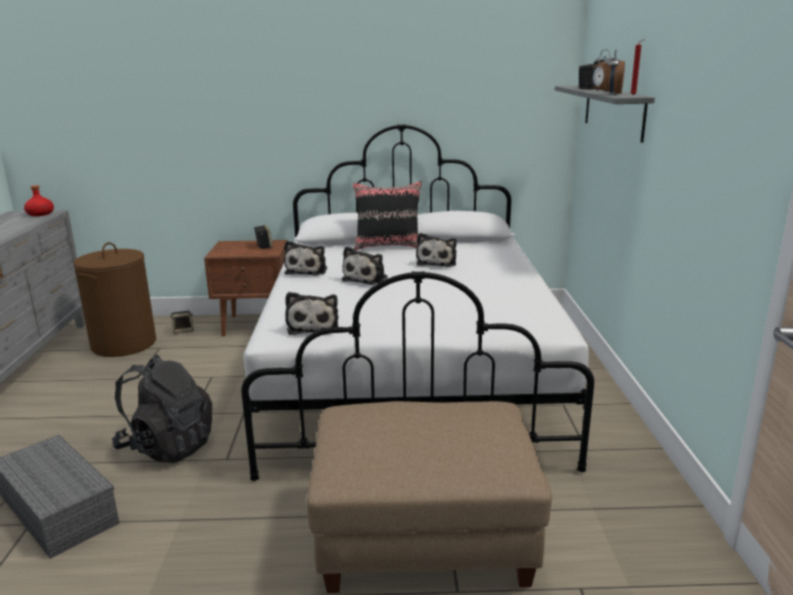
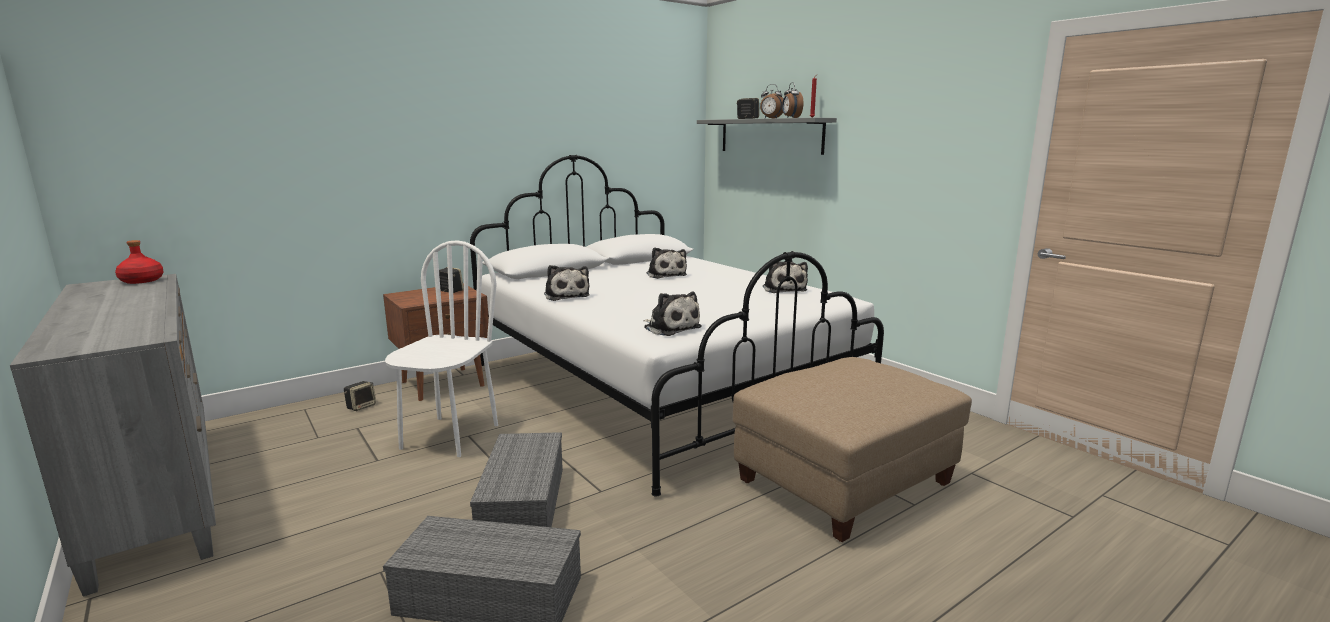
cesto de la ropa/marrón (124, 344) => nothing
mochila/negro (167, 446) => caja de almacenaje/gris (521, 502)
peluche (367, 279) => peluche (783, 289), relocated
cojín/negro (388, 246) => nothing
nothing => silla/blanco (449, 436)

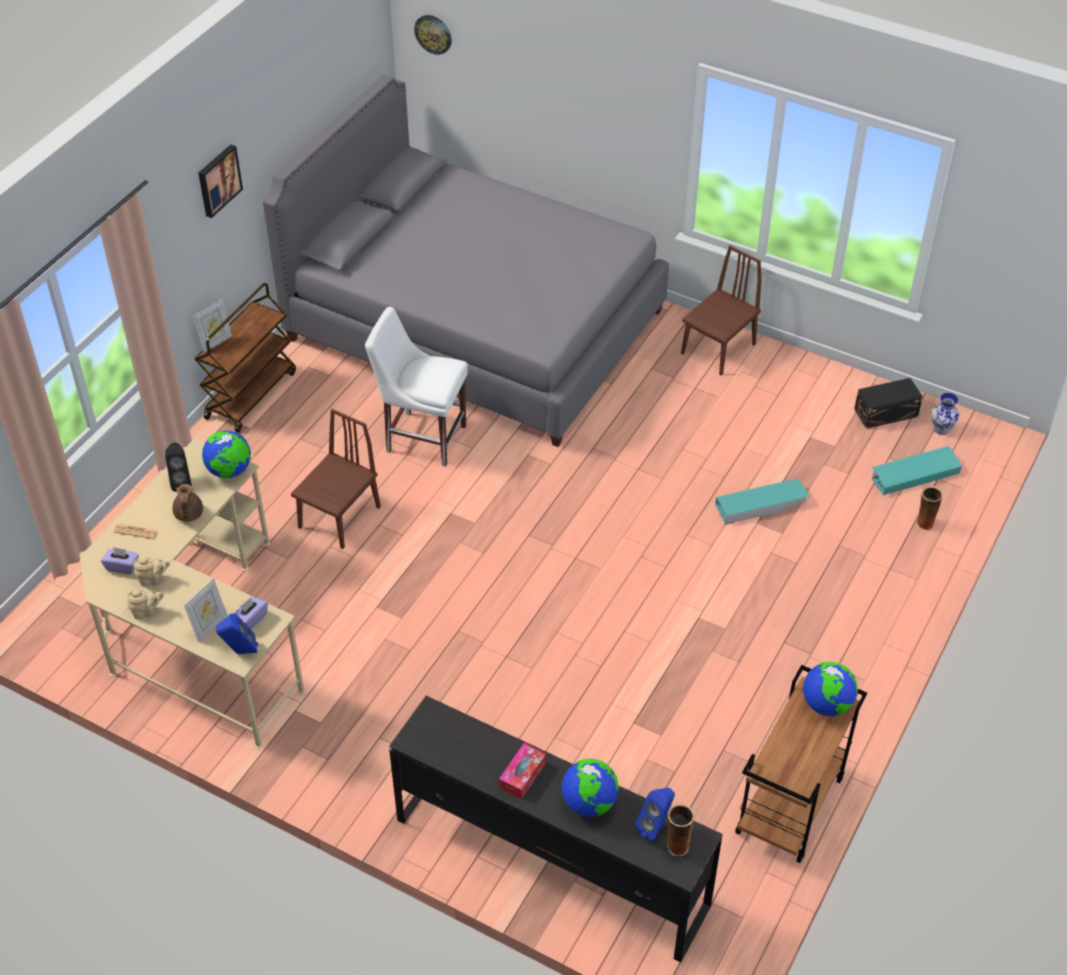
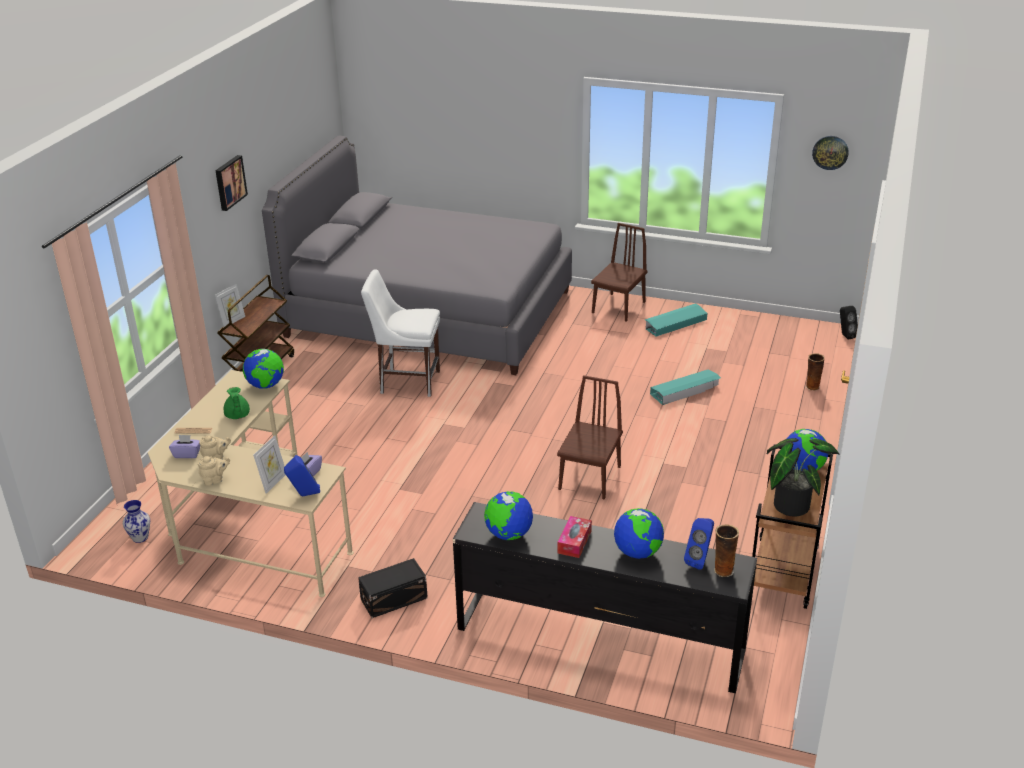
altavoz/negro (181, 482) => altavoz/negro (845, 335), relocated
tetera/marrón (188, 515) => tetera/verde (237, 415)
silla/marrón (339, 517) => silla/marrón (590, 478), relocated
reloj de pared (433, 34) => reloj de pared (830, 152), relocated
caja de almacenaje/negro (887, 413) => caja de almacenaje/negro (395, 599), relocated
caja de almacenaje/turquesa (914, 474) => caja de almacenaje/turquesa (675, 324), relocated
florero (941, 429) => florero (140, 537), relocated
nothing => globo terráqueo (508, 534)
nothing => planta en maceta (791, 503)

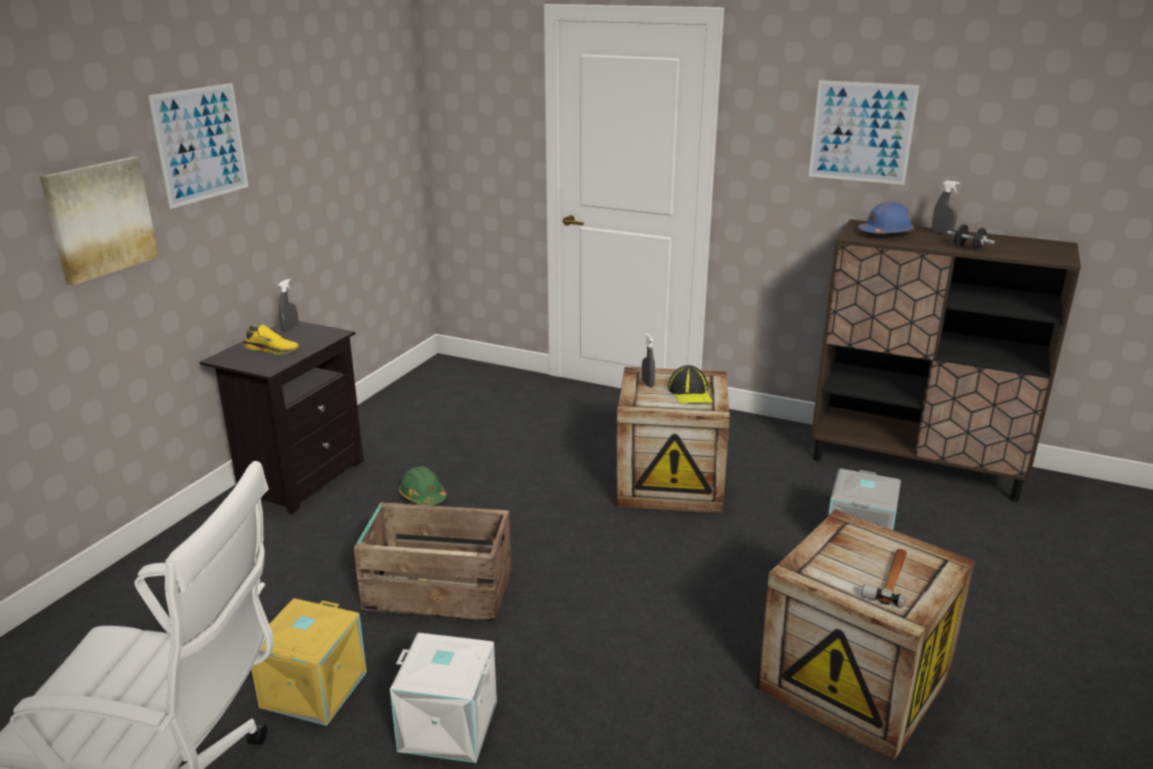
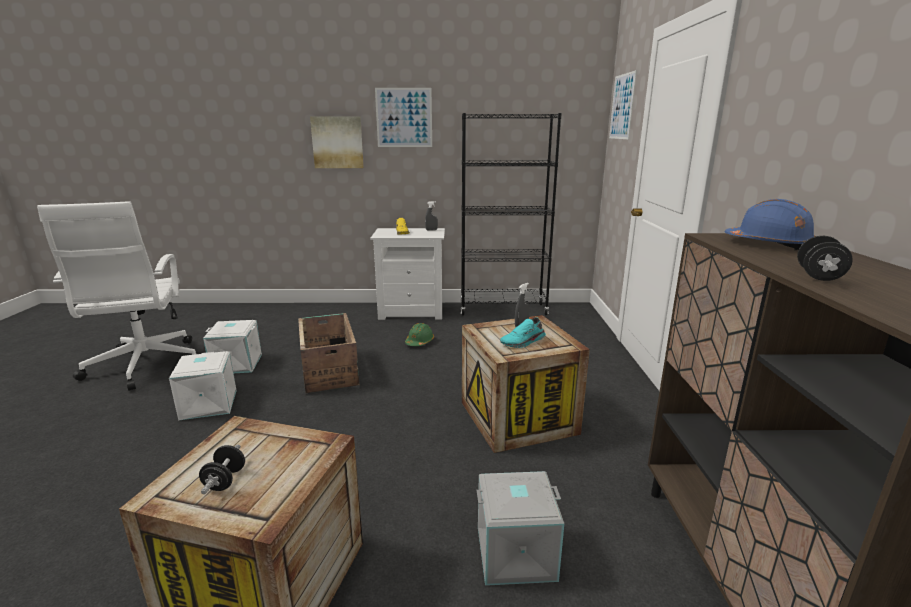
mesita de noche/negro (299, 477) => mesita de noche/blanco (412, 311)
caja de almacenaje/amarillo (312, 688) => caja de almacenaje/blanco (237, 364)
gorra (690, 393) => zapato/turquesa (523, 342)
cuadro (861, 132) => cuadro (622, 106), relocated
martillo (890, 578) => mancuerna/negro (225, 480)
pulverizador/gris (941, 233) => nothing
nothing => estantería/negro (503, 310)

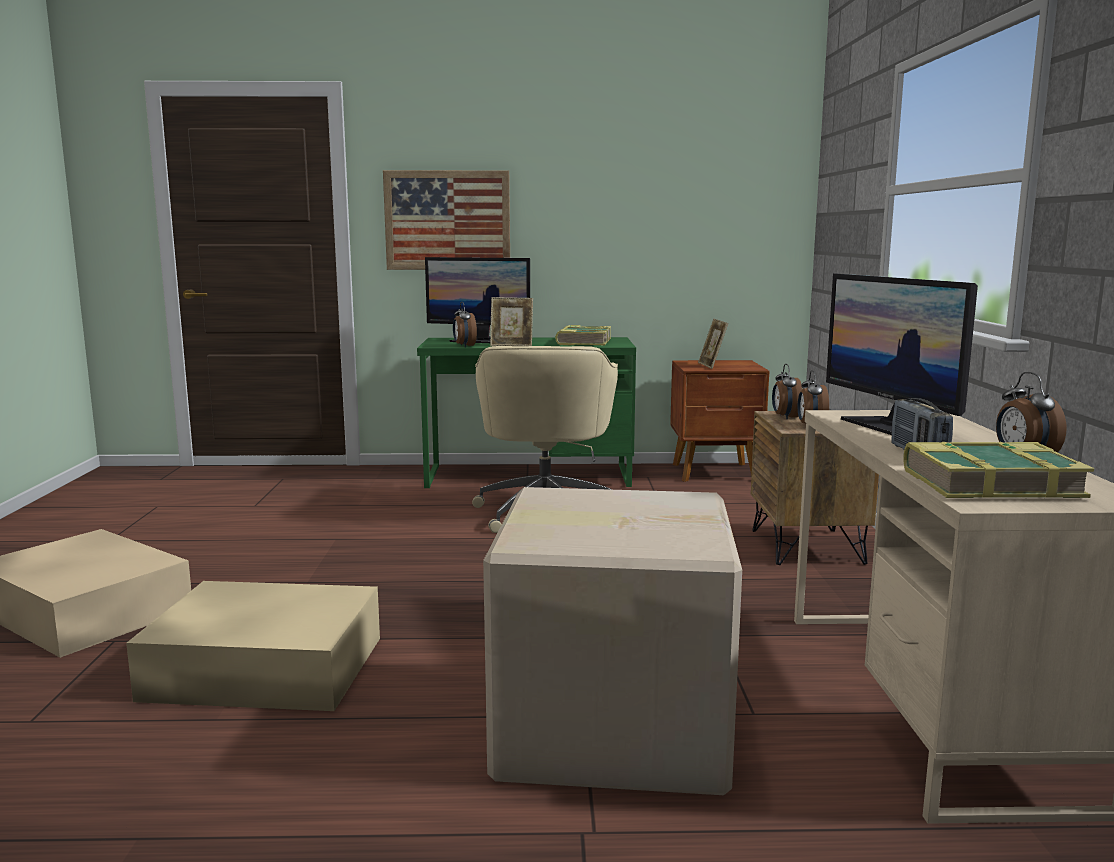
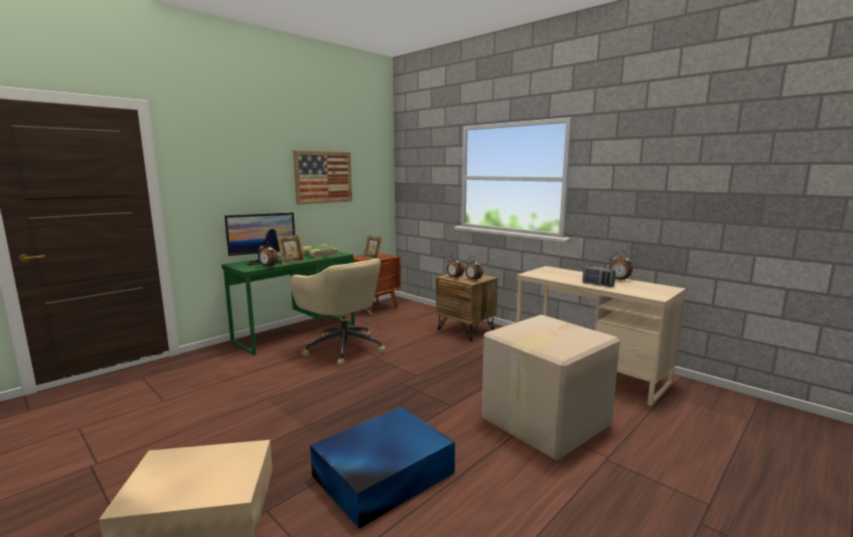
caja de almacenaje/beis (262, 667) => caja de almacenaje/azul (381, 474)
cuadro (447, 220) => cuadro (323, 177), relocated
monitor (891, 427) => nothing
libro (989, 483) => nothing

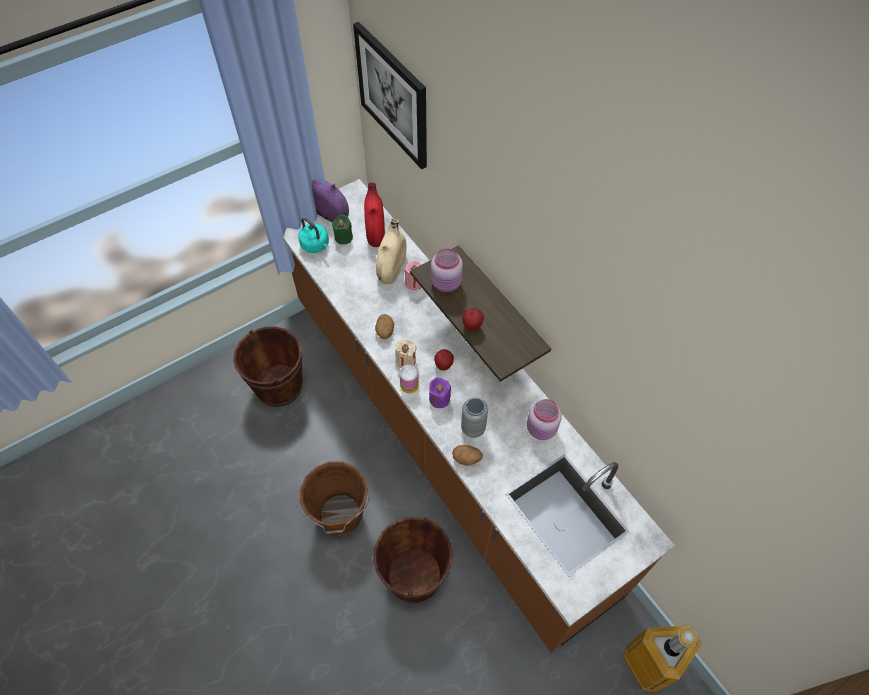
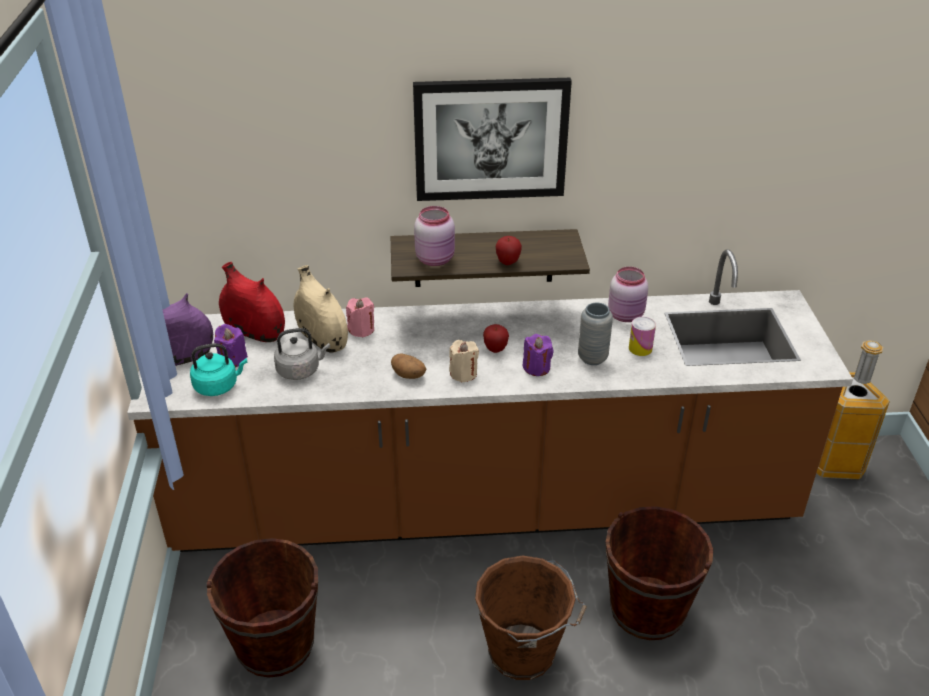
vela/verde (343, 237) => vela/morado (232, 359)
cuadro (393, 95) => cuadro (490, 139), relocated
lata (409, 385) => lata (640, 348), relocated
patata (467, 458) => nothing
nothing => hervidor/gris (300, 370)

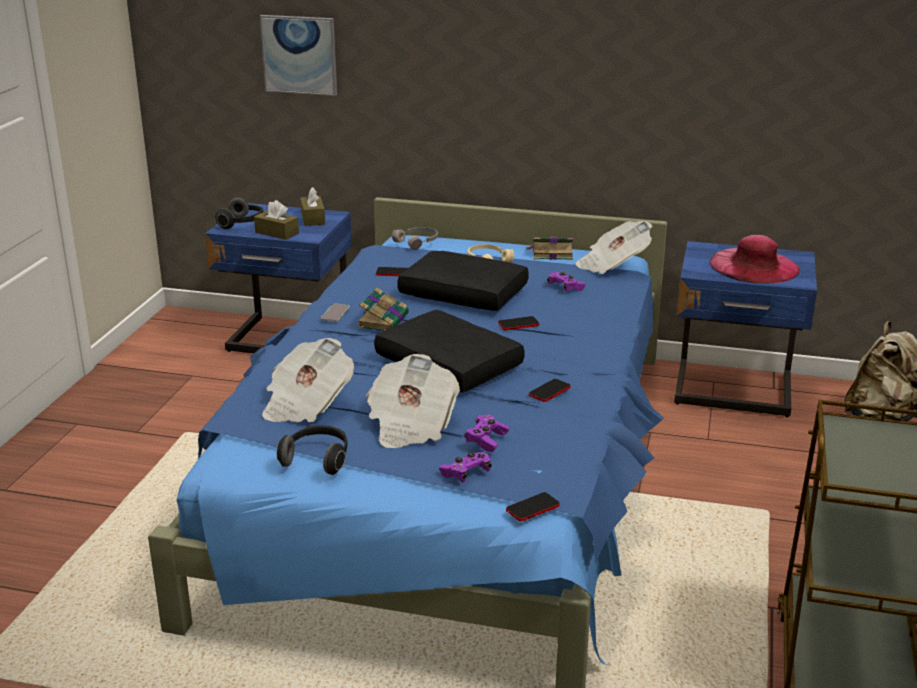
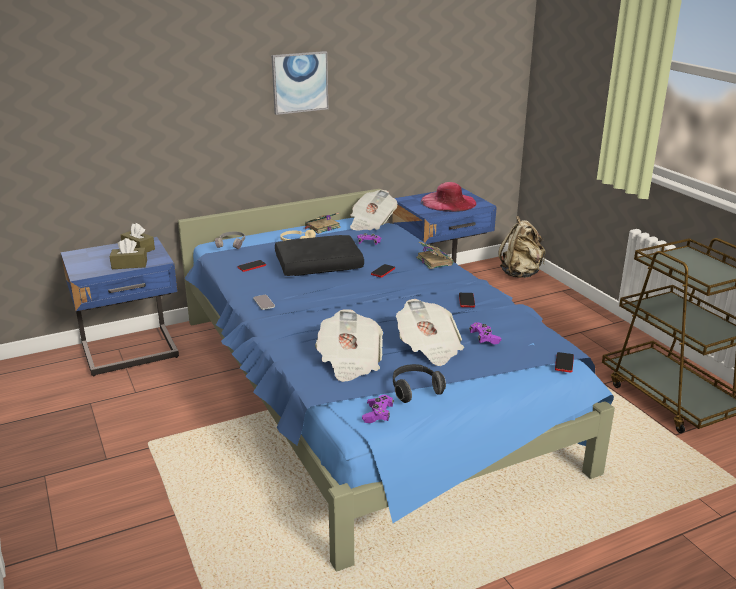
auriculares (242, 223) => nothing
cuadro (299, 55) => cuadro (300, 82), relocated
libro (383, 320) => libro (434, 261), relocated
cojín/negro (451, 364) => nothing
mando de consola/morado (466, 473) => mando de consola/morado (378, 415), relocated

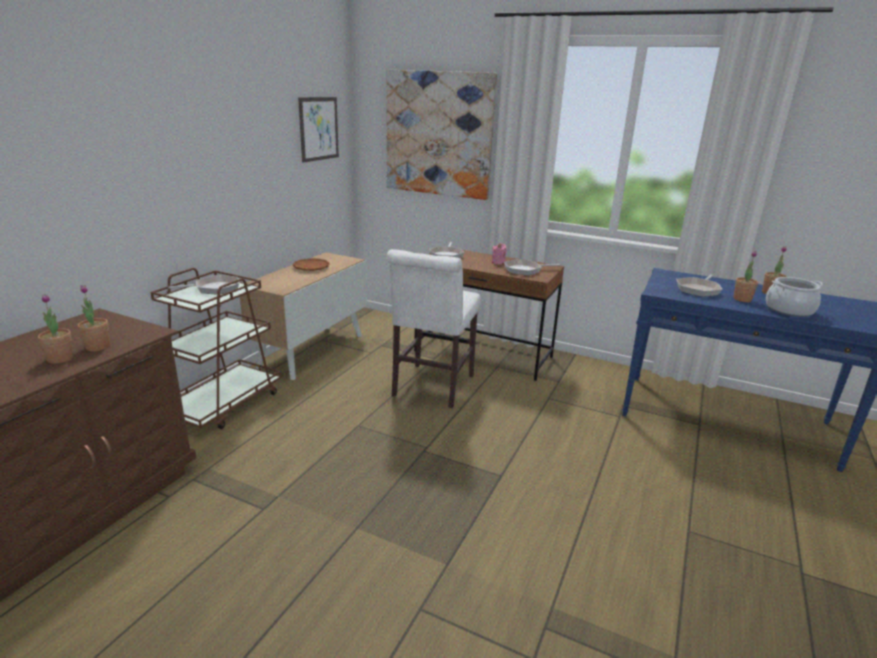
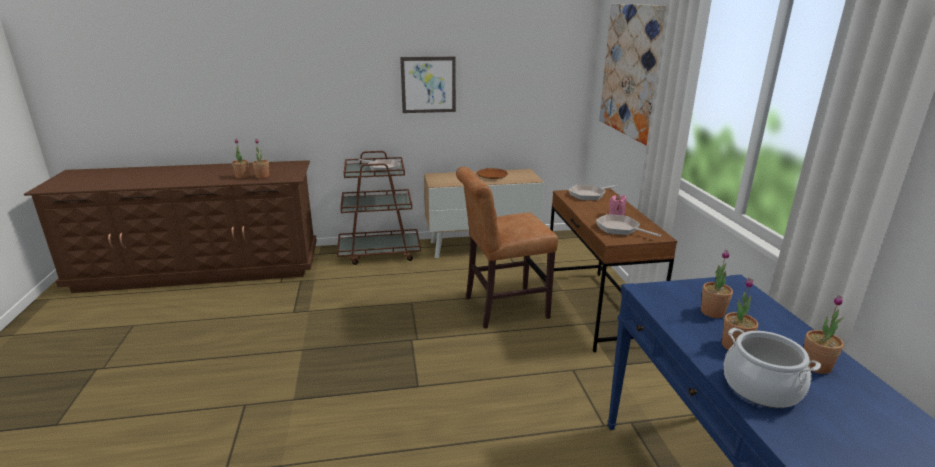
cuadro (319, 129) => cuadro (428, 85), relocated
silla/blanco (431, 388) => silla/marrón (501, 308)
sartén (698, 289) => planta en maceta (712, 312)

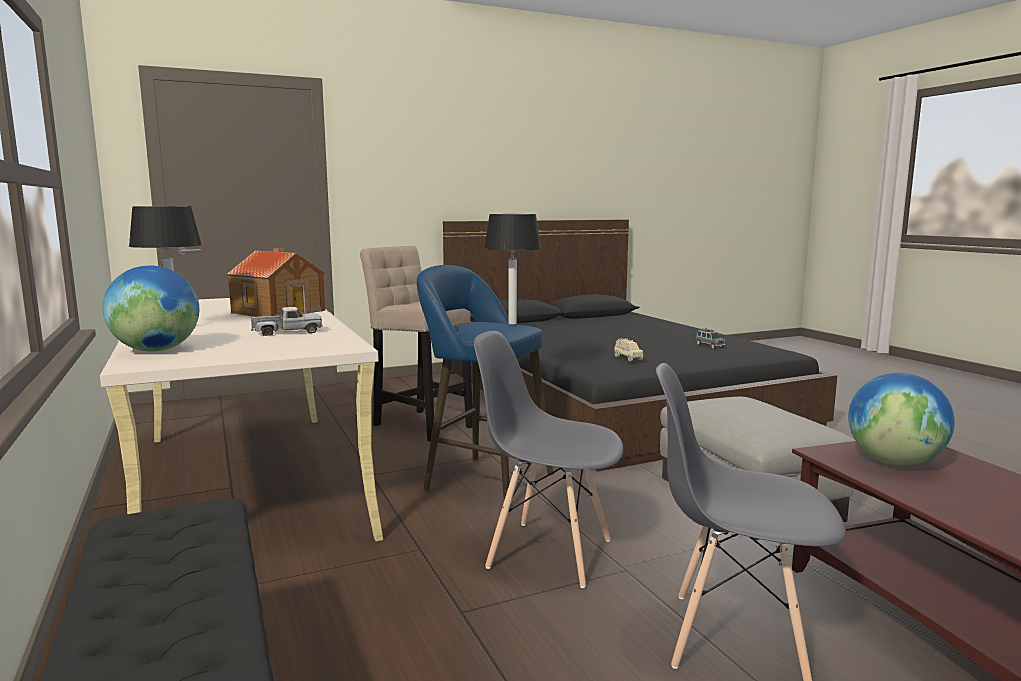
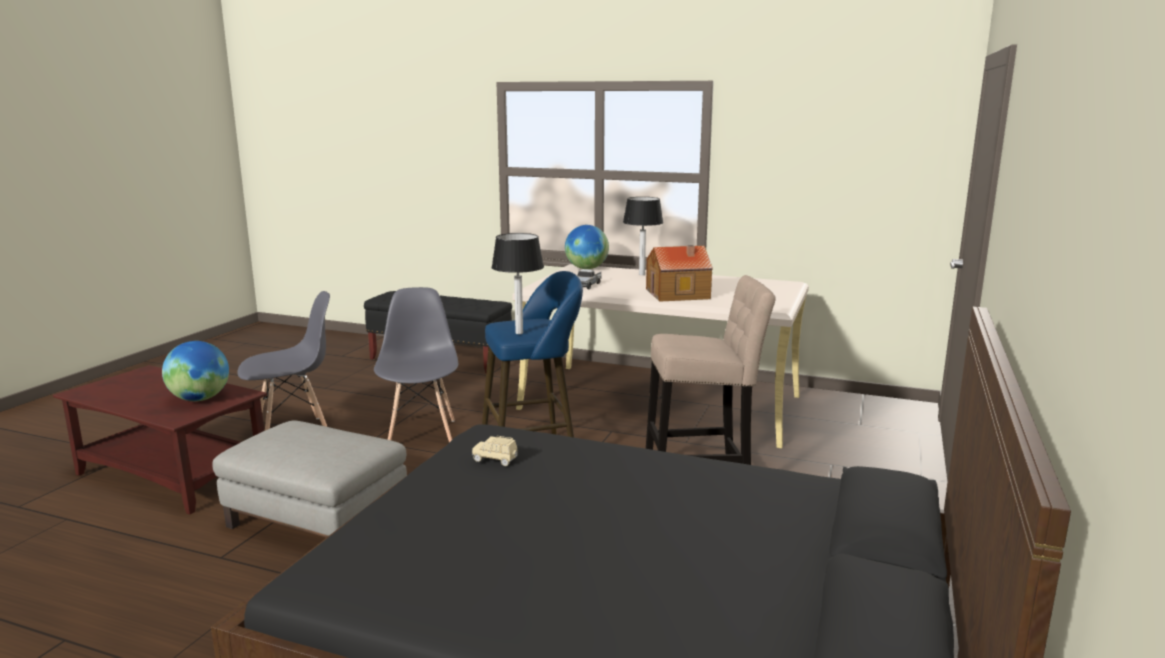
silla/gris (548, 553) => silla/gris (421, 434), 75 degrees counterclockwise
coche de juguete/gris (709, 346) => nothing

